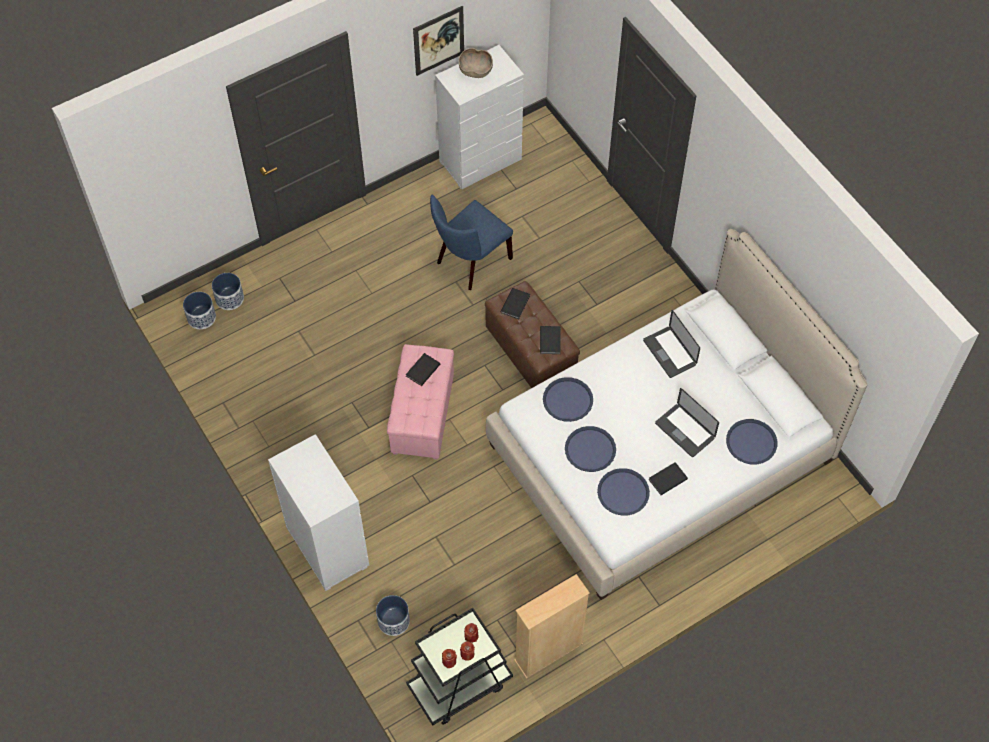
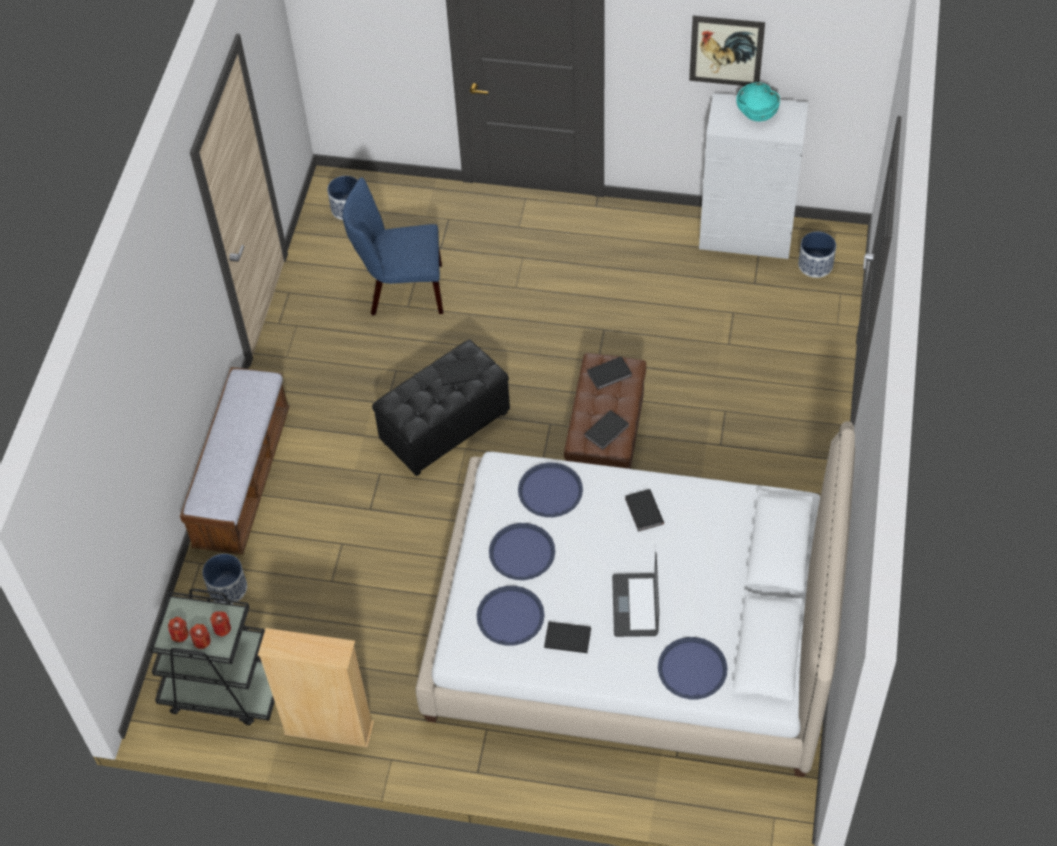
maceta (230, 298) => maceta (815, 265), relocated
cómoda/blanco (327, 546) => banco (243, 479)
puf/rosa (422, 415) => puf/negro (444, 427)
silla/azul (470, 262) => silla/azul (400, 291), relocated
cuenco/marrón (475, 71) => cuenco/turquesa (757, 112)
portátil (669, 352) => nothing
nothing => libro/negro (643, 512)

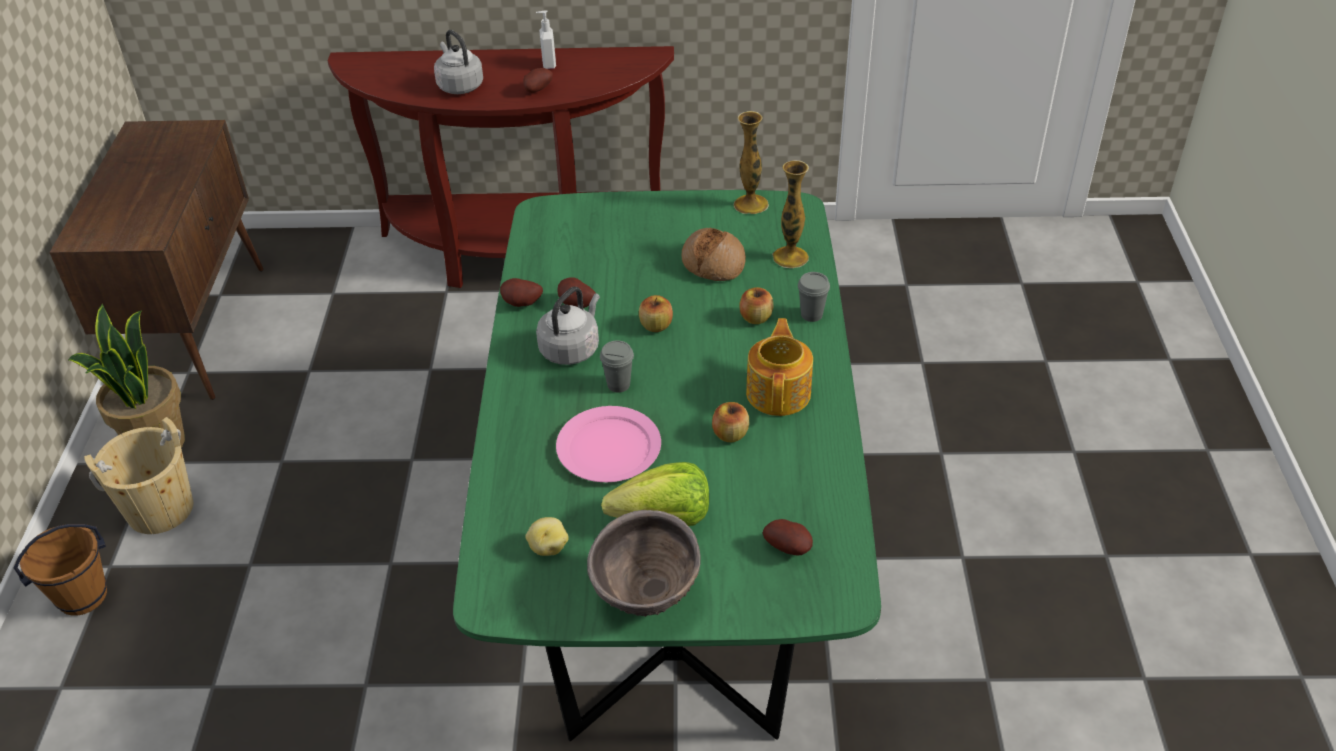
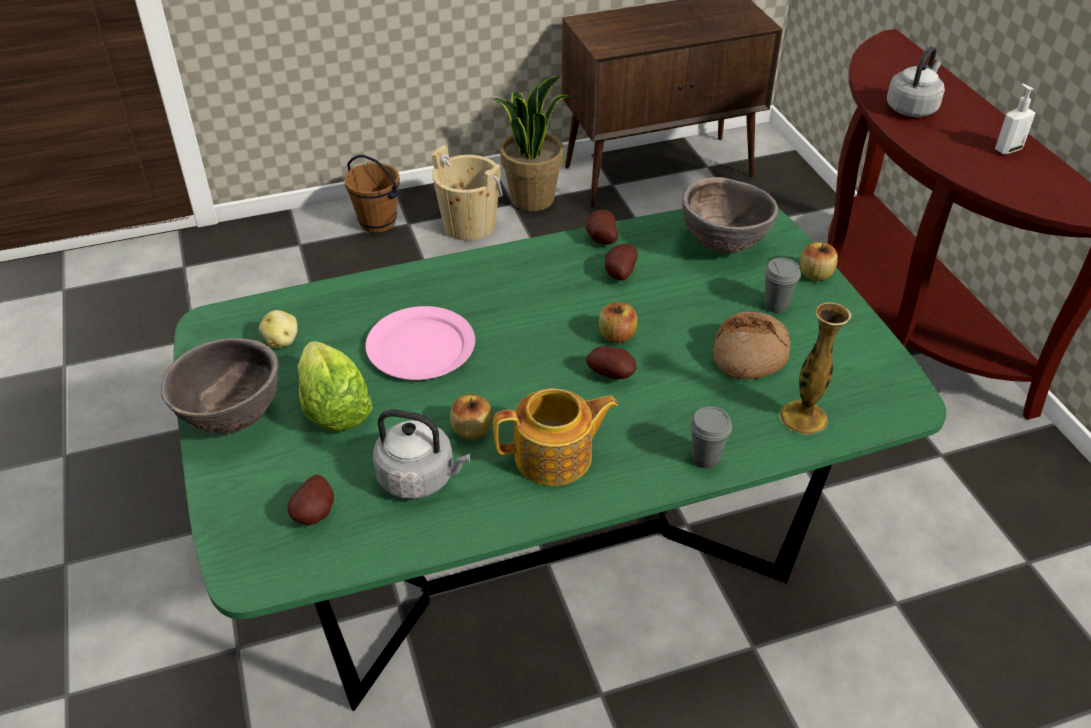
patata (537, 90) => patata (612, 374), relocated
hervidor/gris (571, 348) => hervidor/gris (420, 478), relocated
taza/gris (618, 384) => taza/gris (776, 305), relocated
florero (751, 204) => nothing
manzana (756, 318) => manzana (815, 274), relocated
nothing => cuenco/marrón (723, 246)

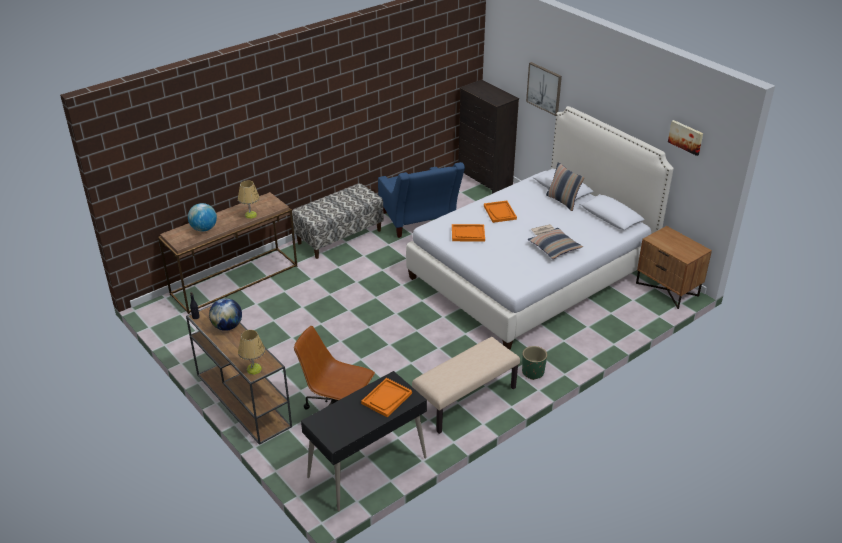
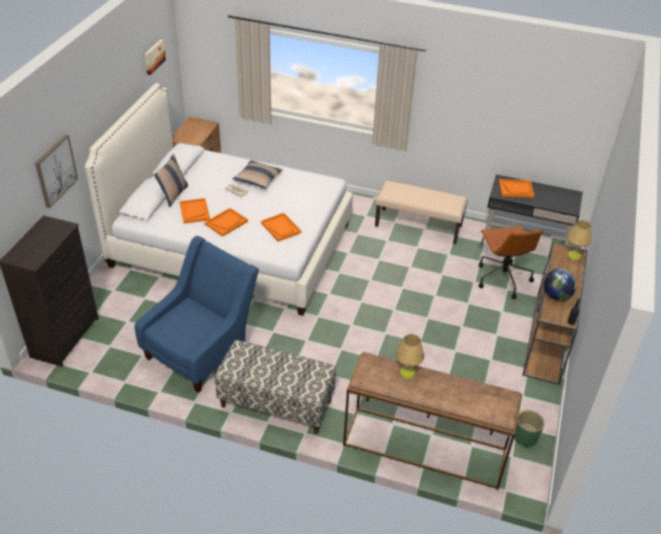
globo terráqueo (204, 229) => nothing
maceta/verde (533, 372) => maceta/verde (525, 437), relocated
nothing => bandeja/naranja (194, 211)

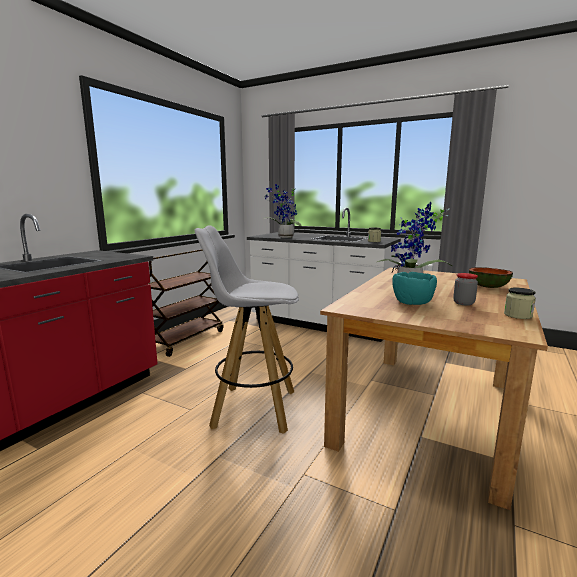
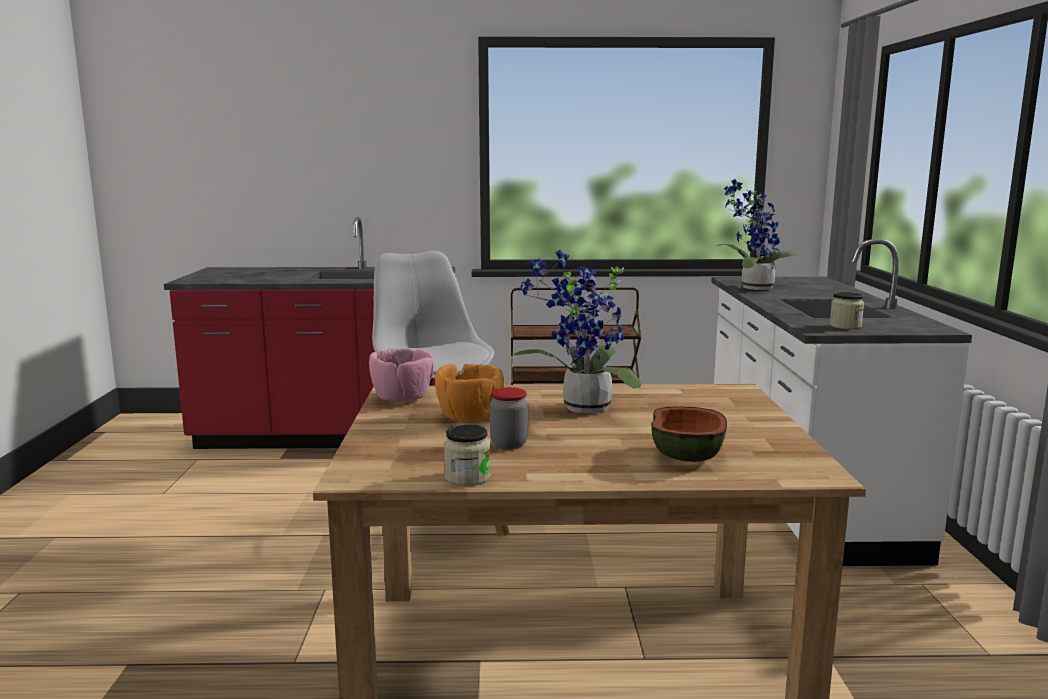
cuenco/turquesa (413, 303) => cuenco/naranja (469, 418)
nothing => cuenco/rosa (403, 399)

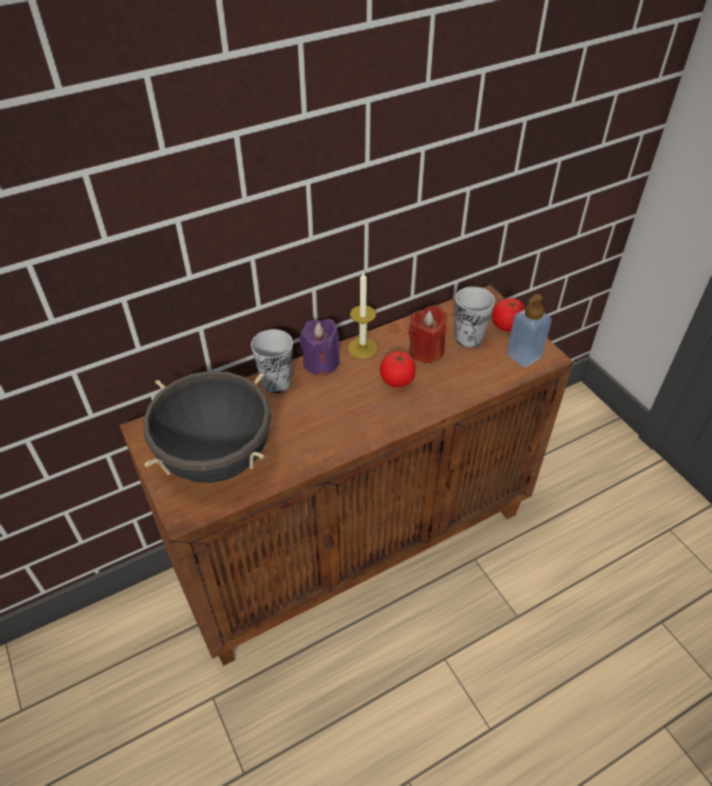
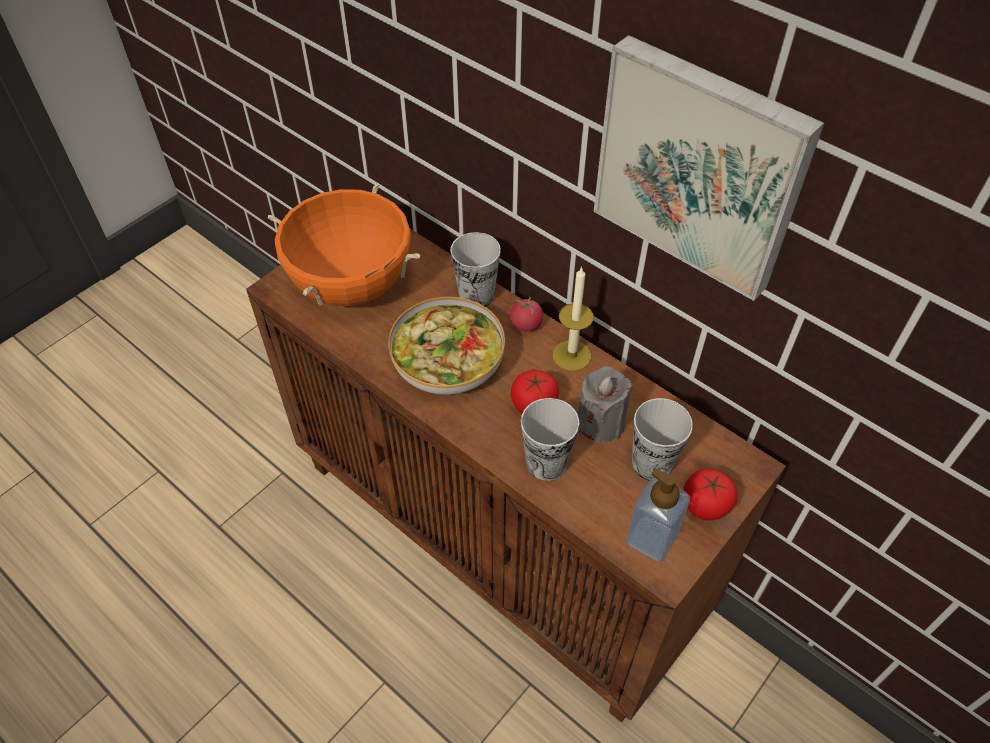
olla/negro (217, 458) => olla/naranja (352, 285)
vela/morado (321, 363) => tomate (526, 324)
vela/rojo (426, 351) => vela/gris (600, 422)
nothing => cuenco (448, 363)
nothing => taza (546, 463)
nothing => cuadro (700, 166)

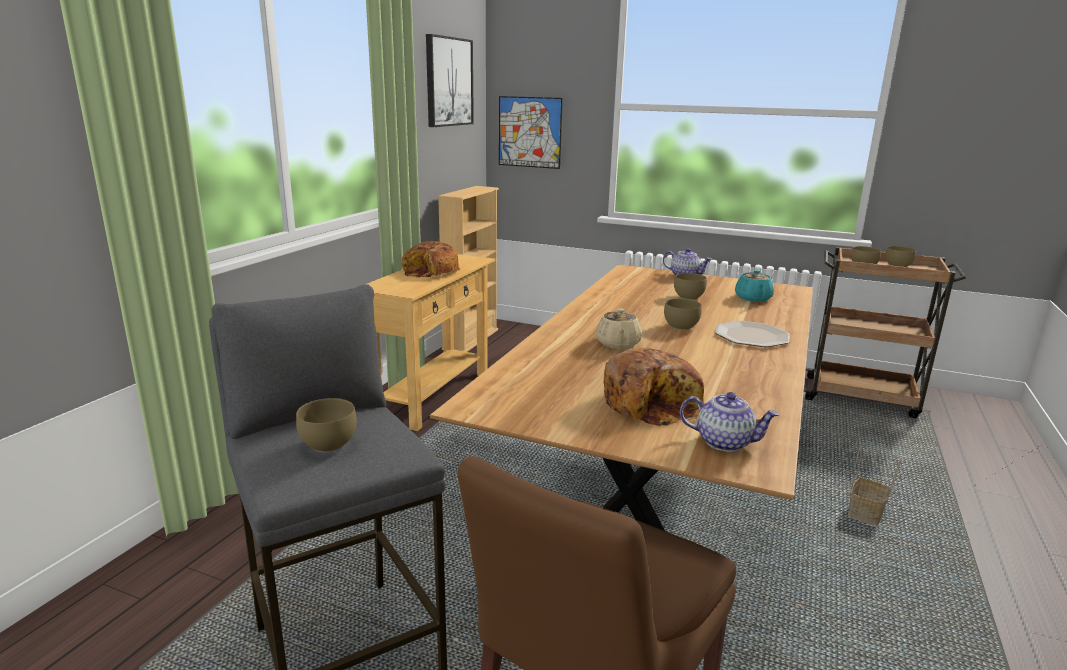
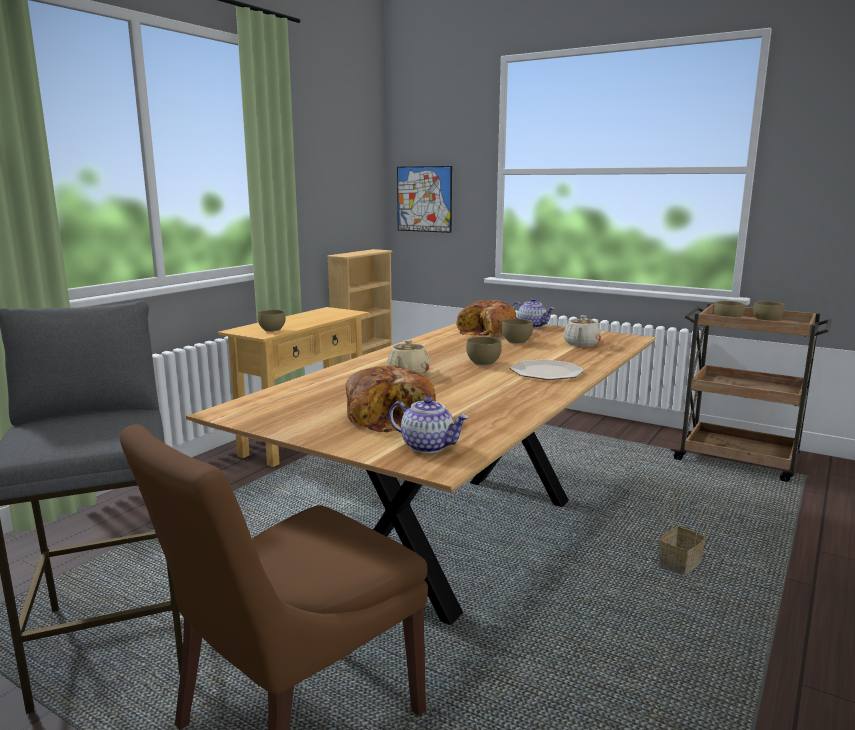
cuenco/marrón (327, 444) => cuenco/marrón (271, 330), relocated
pan (431, 272) => pan (487, 331), relocated
cuadro (448, 82) => nothing
tetera/turquesa (753, 298) => tetera/beis (581, 344)

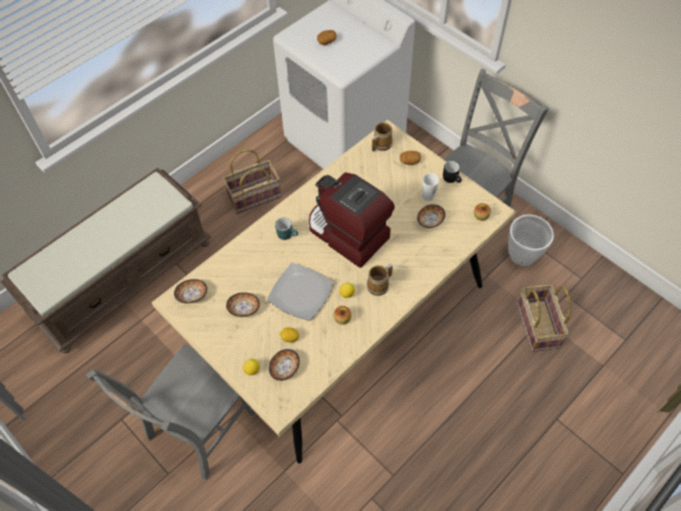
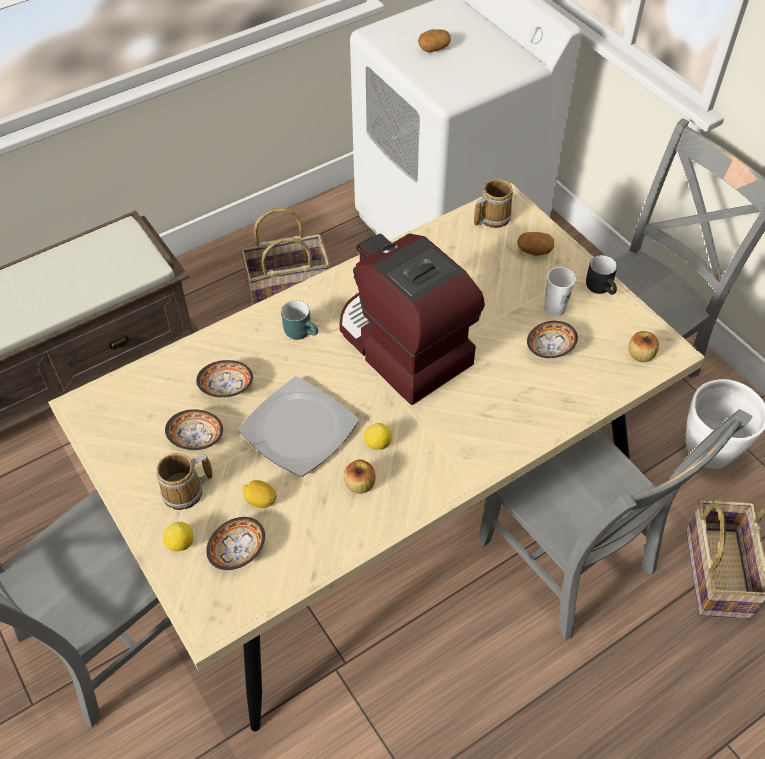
cuenco (191, 295) => cuenco (225, 387), relocated
taza grande (379, 285) => taza grande (186, 492), relocated
nothing => silla/gris (570, 562)

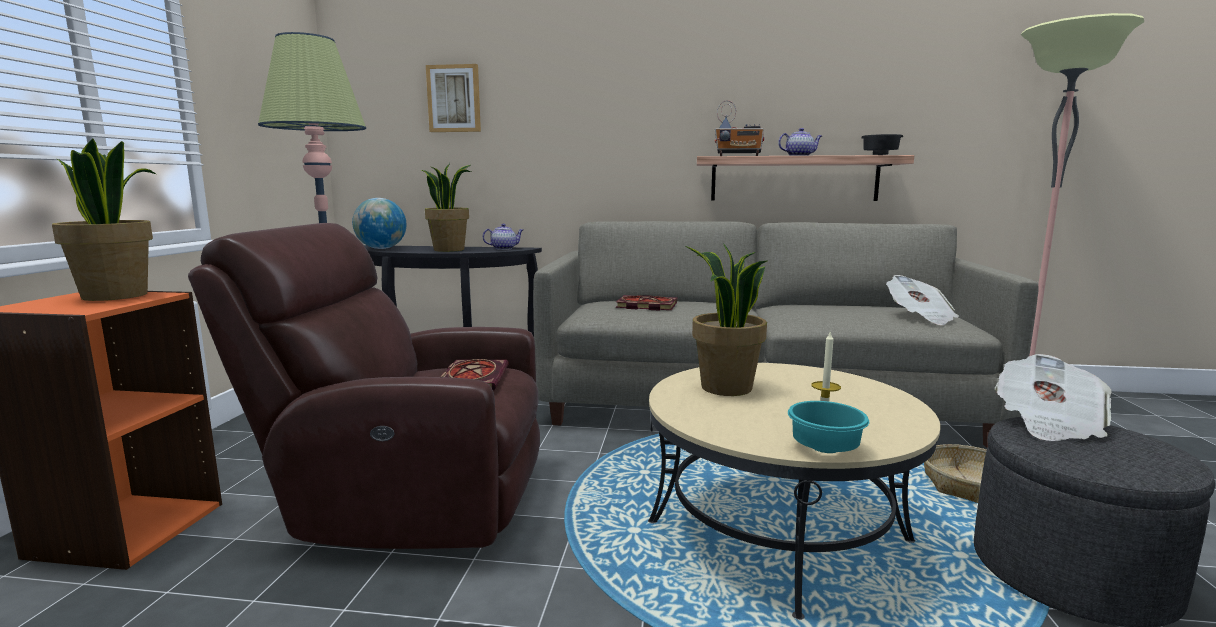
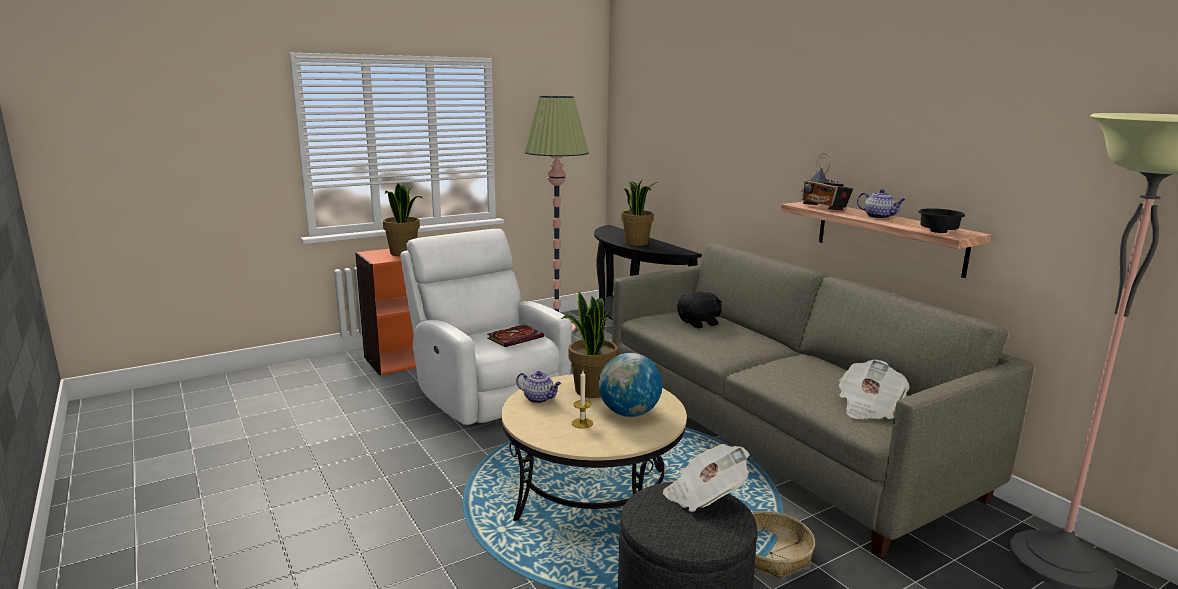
sillón/marrón (408, 499) => sillón/blanco (488, 394)
globo terráqueo (381, 248) => globo terráqueo (629, 413), relocated
cuadro (454, 99) => nothing
tetera (504, 248) => tetera (539, 399), relocated
libro (645, 306) => peluche/negro (699, 323)
cuenco/turquesa (822, 448) => nothing

